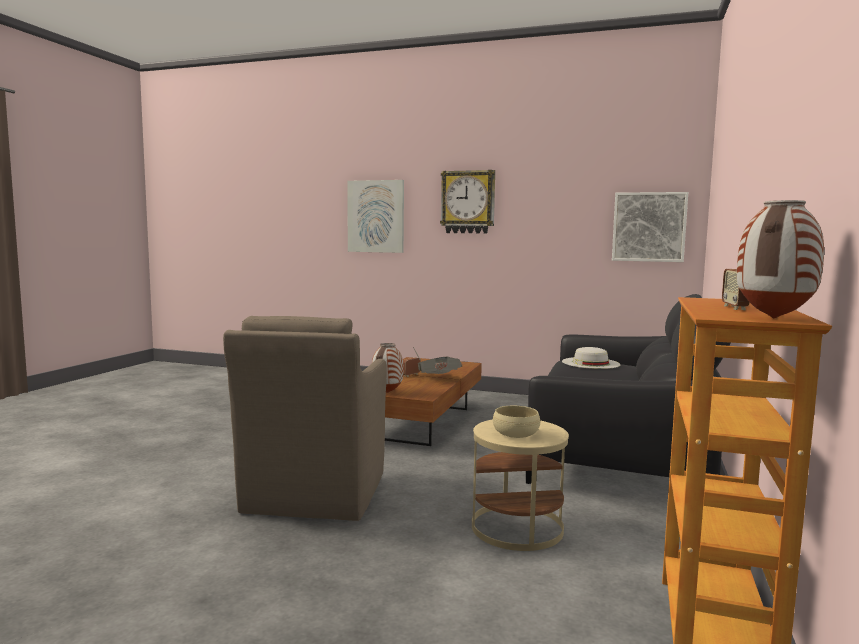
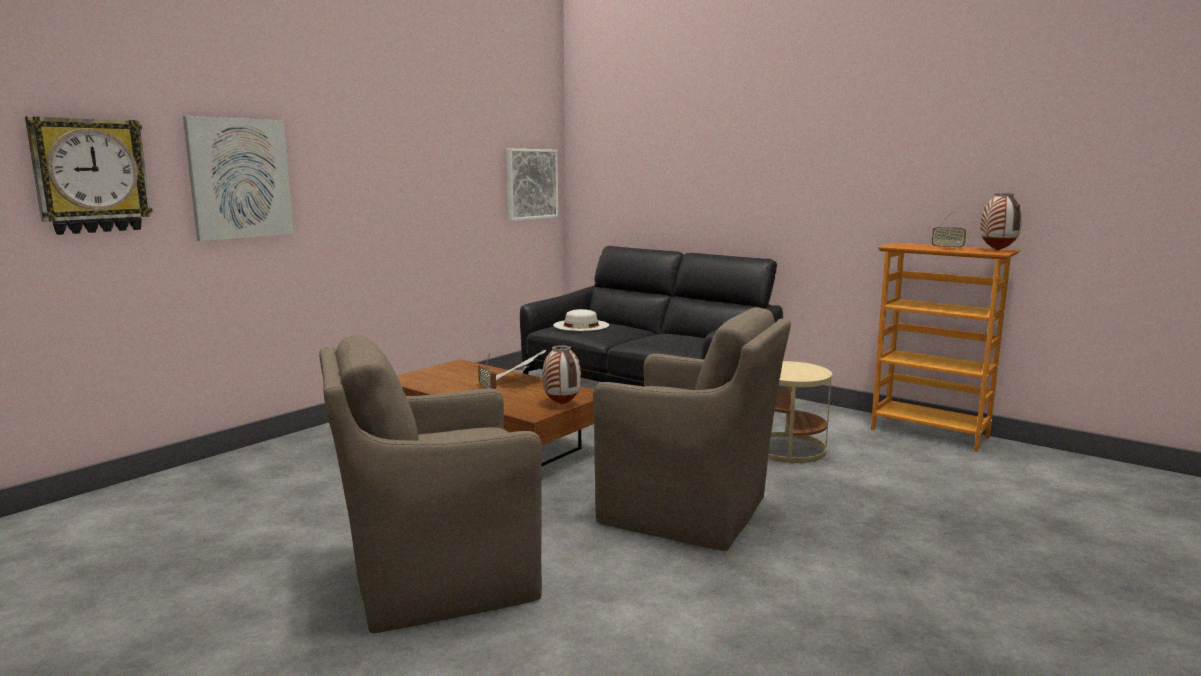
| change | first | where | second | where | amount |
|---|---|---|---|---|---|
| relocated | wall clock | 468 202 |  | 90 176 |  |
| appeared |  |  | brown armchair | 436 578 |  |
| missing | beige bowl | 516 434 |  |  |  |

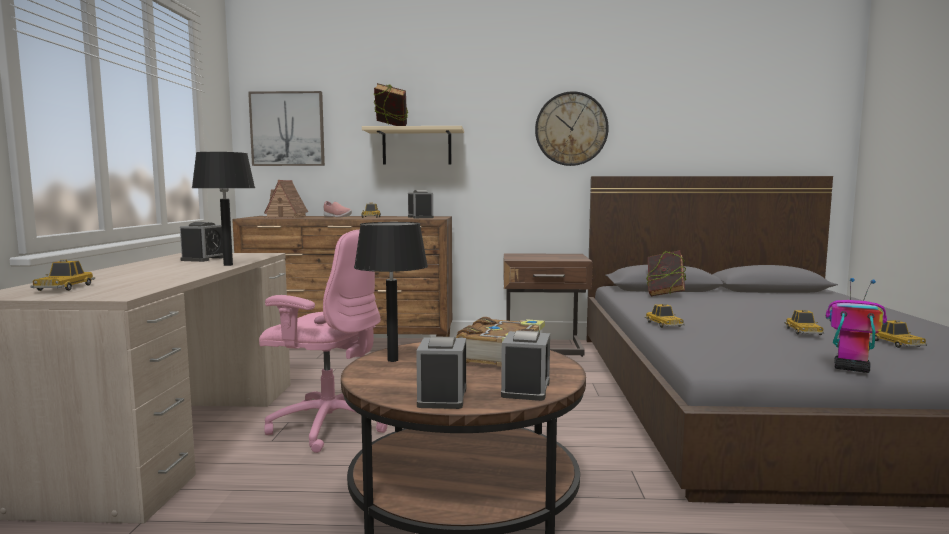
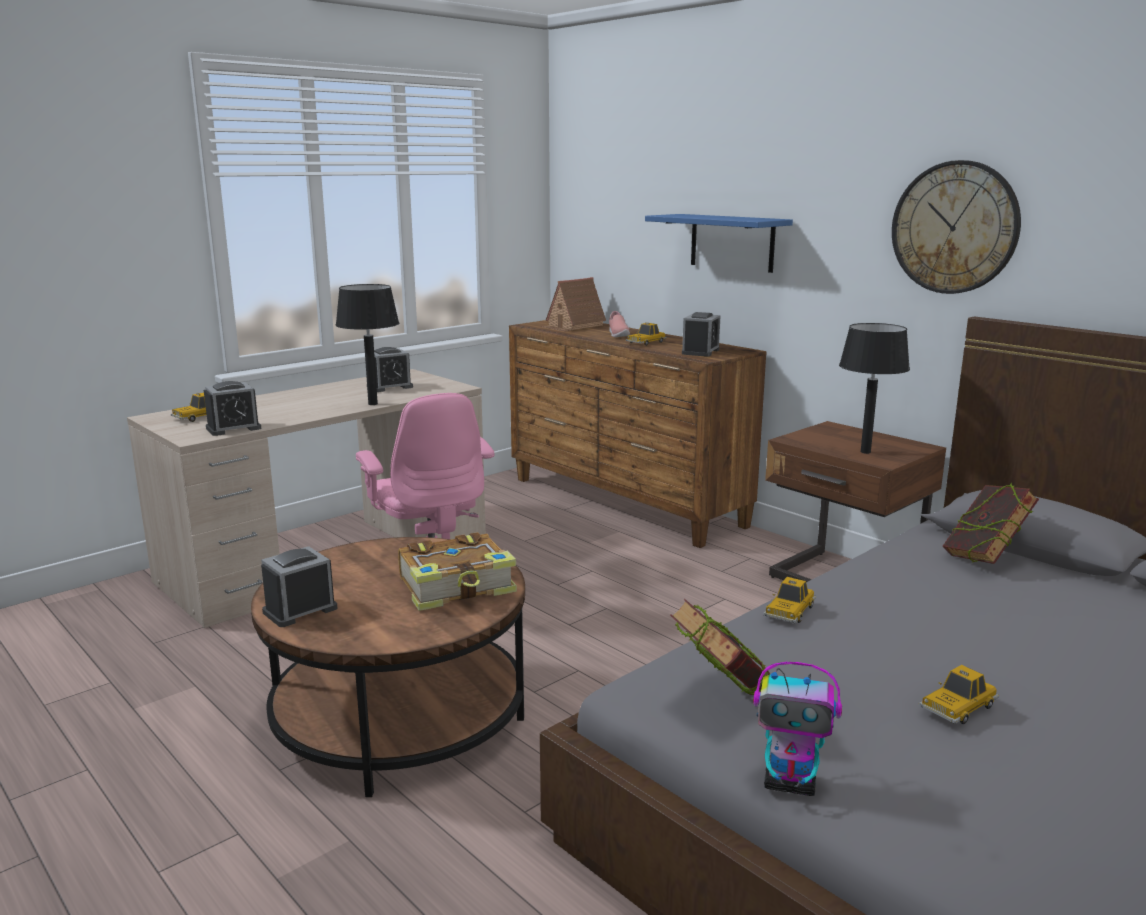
| change | first | where | second | where | amount |
|---|---|---|---|---|---|
| relocated | alarm clock | 526 389 |  | 233 428 |  |
| colour | beige shelf | 417 147 | blue shelf | 732 242 |  |
| relocated | book | 391 127 |  | 722 699 |  |
| spun | toy robot | 850 369 |  | 791 783 | 120 degrees clockwise |
| relocated | black table lamp | 392 360 |  | 865 452 |  |
| missing | picture | 287 129 |  |  |  |
| missing | toy car | 896 343 |  |  |  |

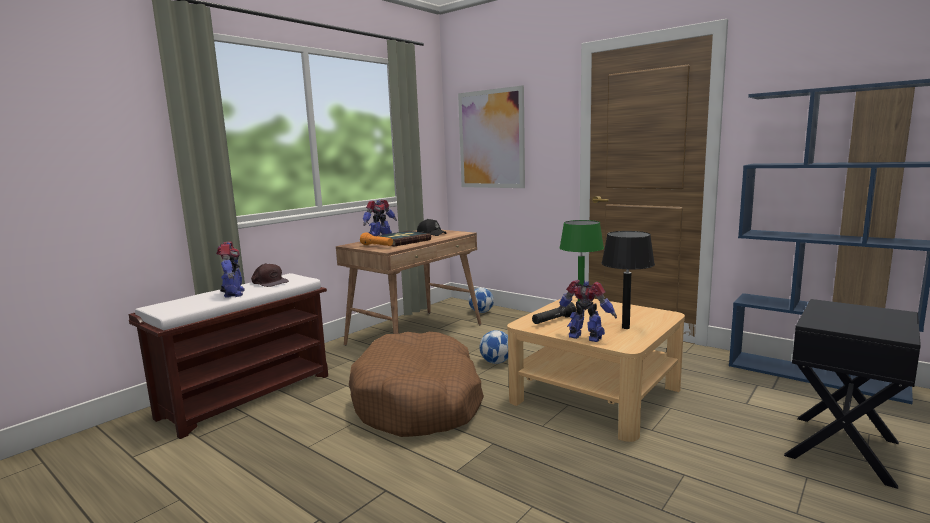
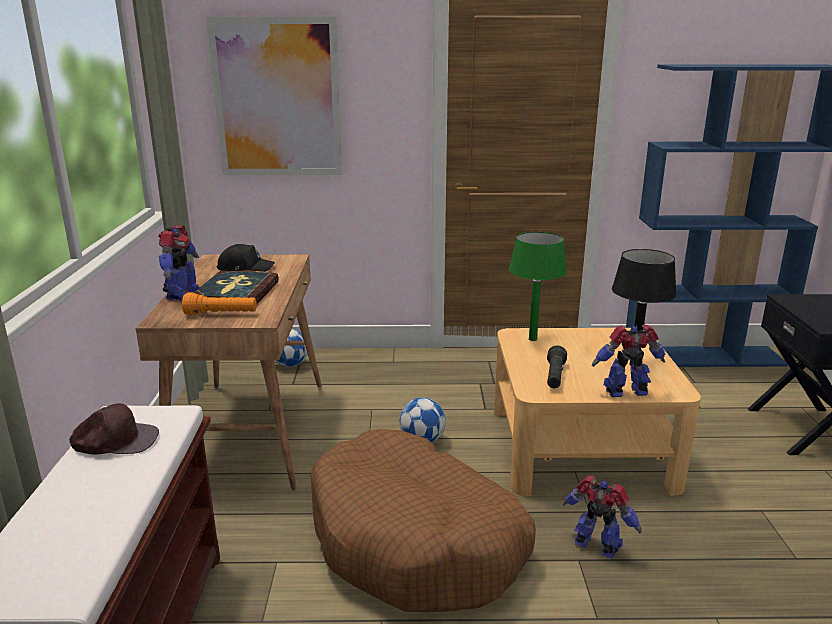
| change | first | where | second | where | amount |
|---|---|---|---|---|---|
| relocated | toy robot | 233 294 |  | 597 547 |  |

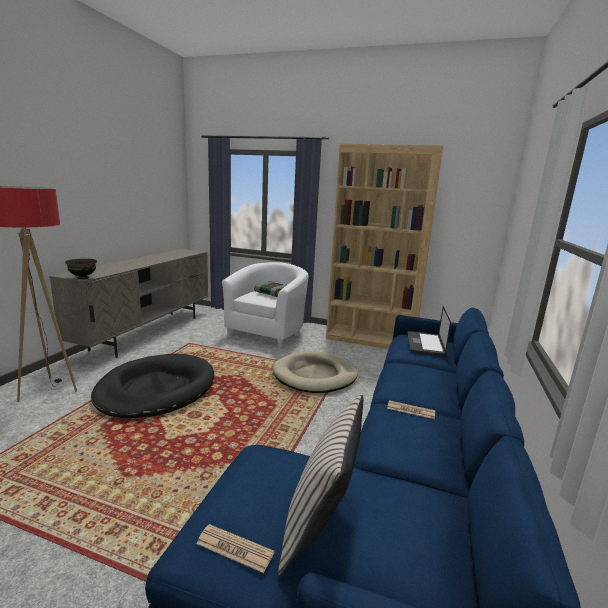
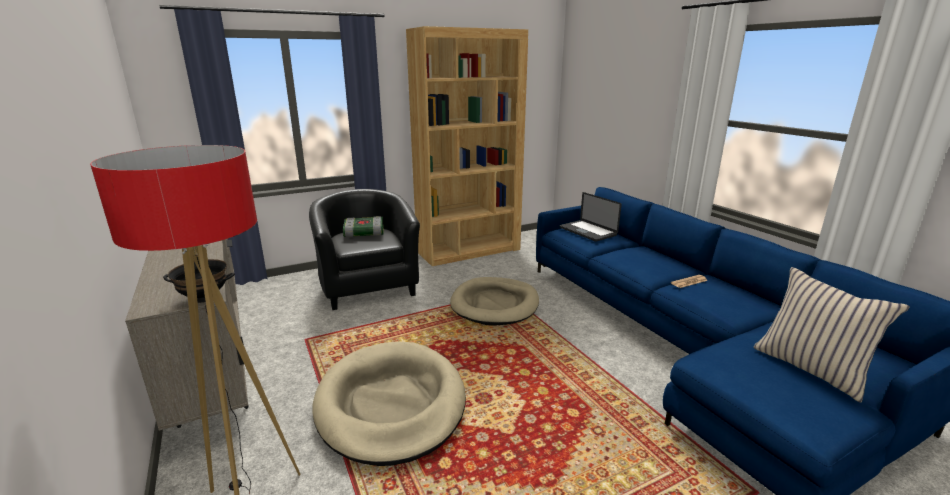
| change | first | where | second | where | amount |
|---|---|---|---|---|---|
| colour | white armchair | 268 333 | black armchair | 368 286 |  |
| colour | black dog bed | 156 389 | beige dog bed | 391 404 |  |
| missing | newspaper | 234 548 |  |  |  |

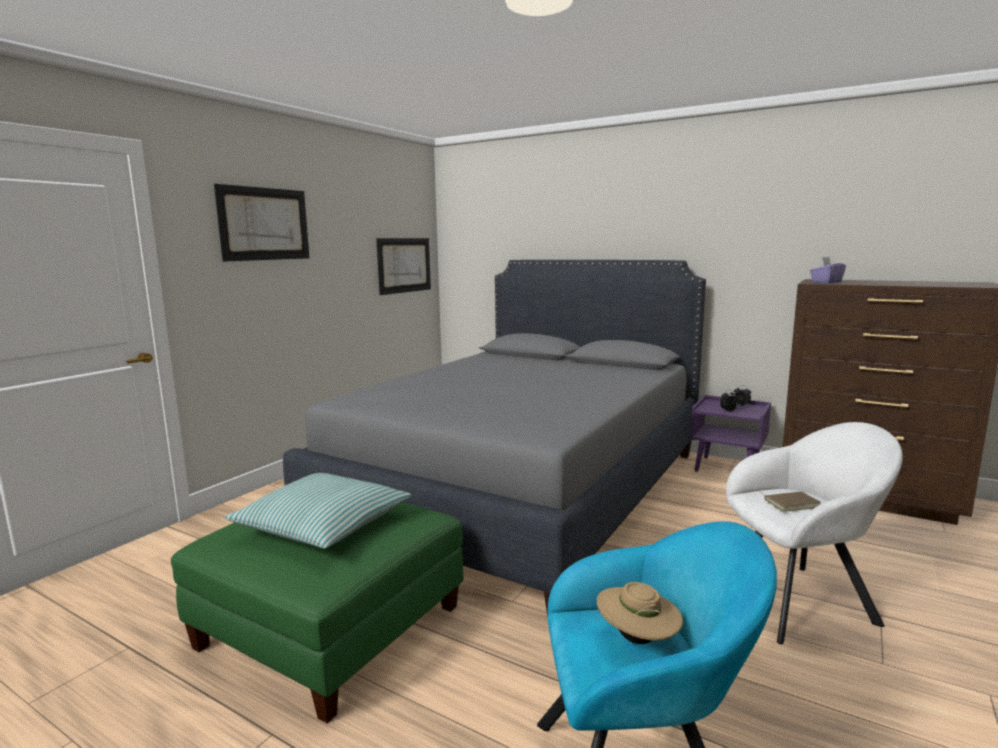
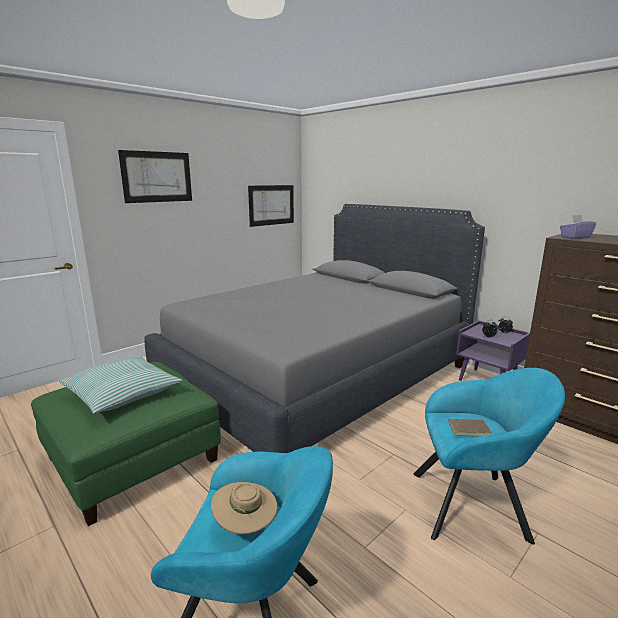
| change | first | where | second | where | amount |
|---|---|---|---|---|---|
| colour | white armchair | 800 600 | turquoise armchair | 474 505 |  |

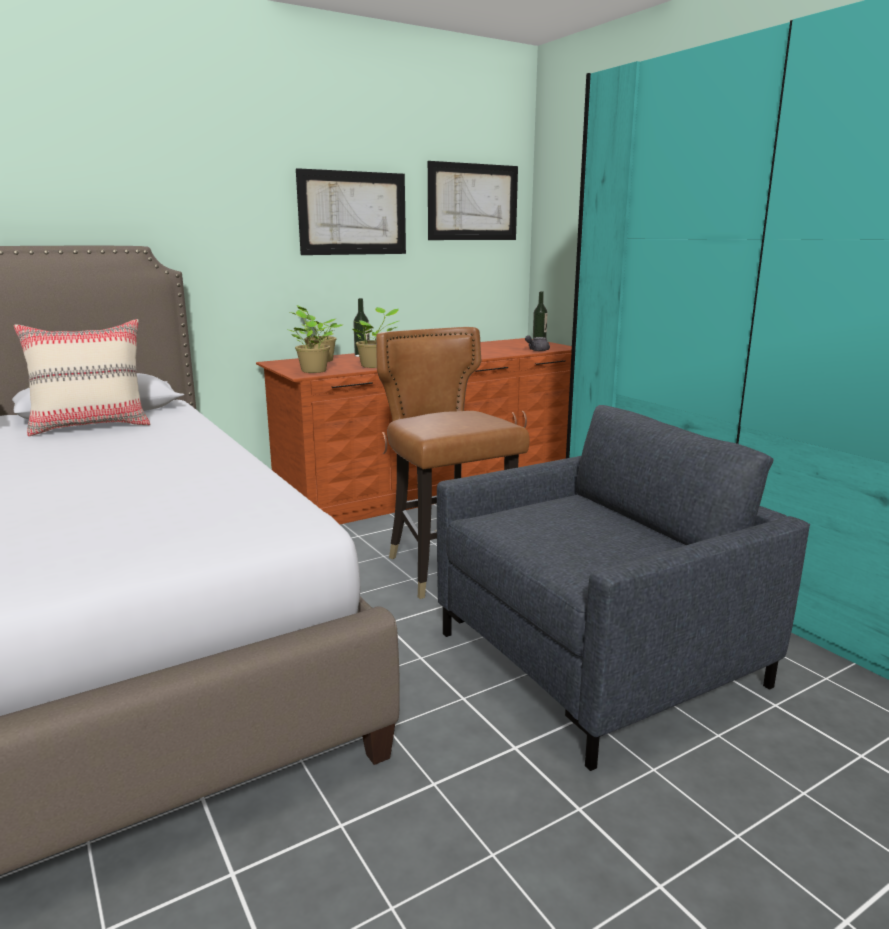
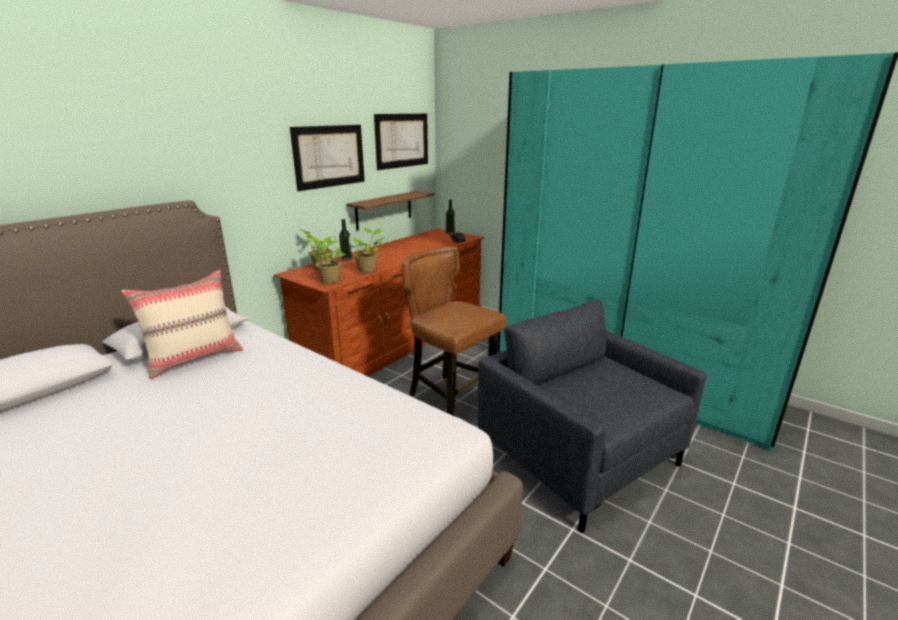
| change | first | where | second | where | amount |
|---|---|---|---|---|---|
| appeared |  |  | shelf | 384 210 |  |
| spun | grey armchair | 598 660 |  | 578 455 | 75 degrees counterclockwise |

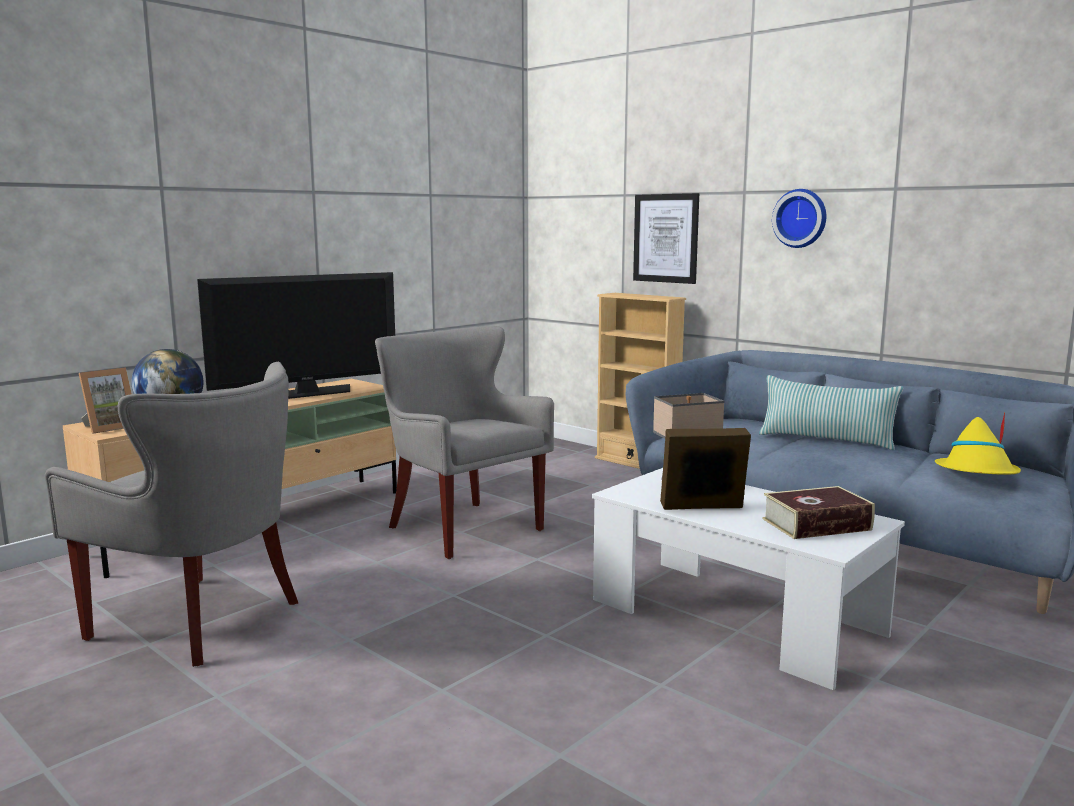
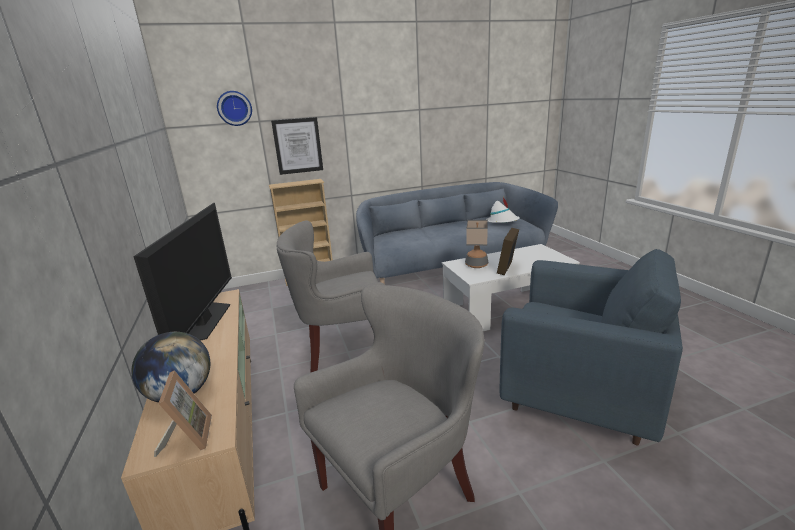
| change | first | where | second | where | amount |
|---|---|---|---|---|---|
| relocated | wall clock | 801 218 |  | 234 108 |  |
| colour | yellow hat | 977 473 | white hat | 502 221 |  |
| appeared |  |  | blue armchair | 577 397 |  |
| missing | pillow | 826 440 |  |  |  |
| missing | book | 816 524 |  |  |  |

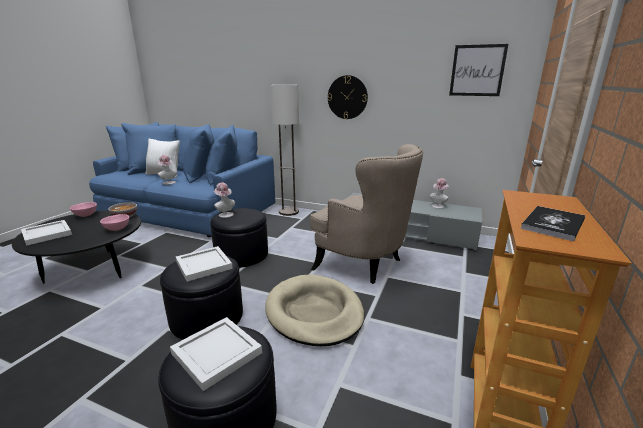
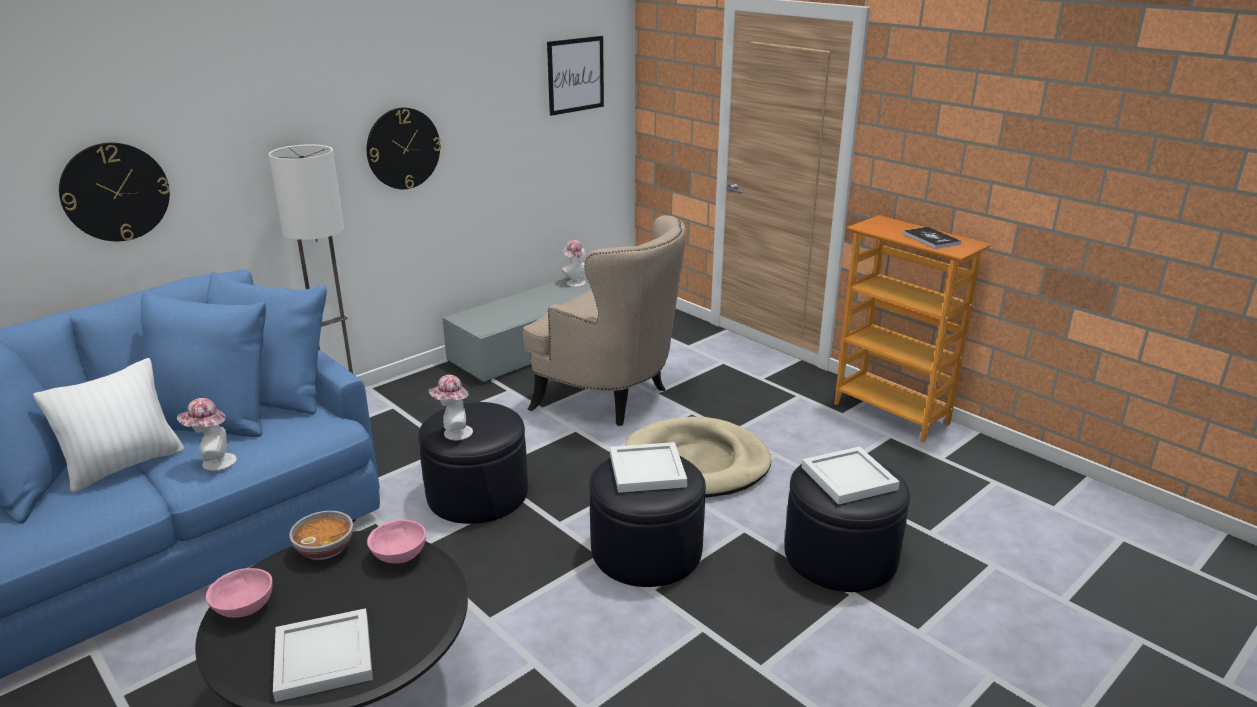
| change | first | where | second | where | amount |
|---|---|---|---|---|---|
| appeared |  |  | wall clock | 115 192 |  |
| spun | beige armchair | 365 263 |  | 611 397 | 60 degrees clockwise |

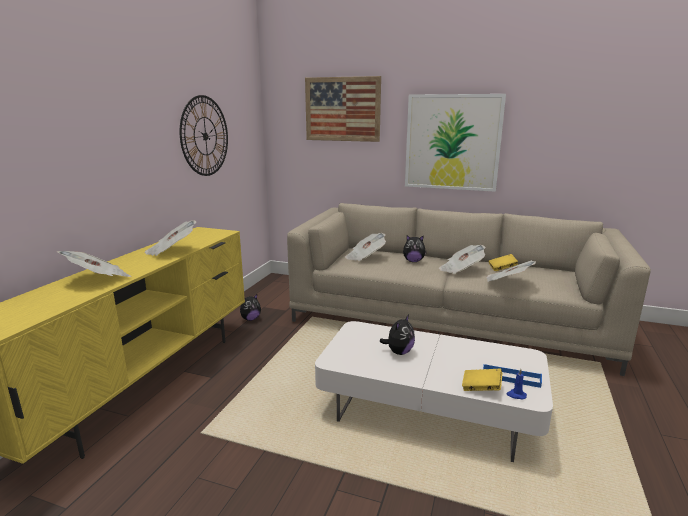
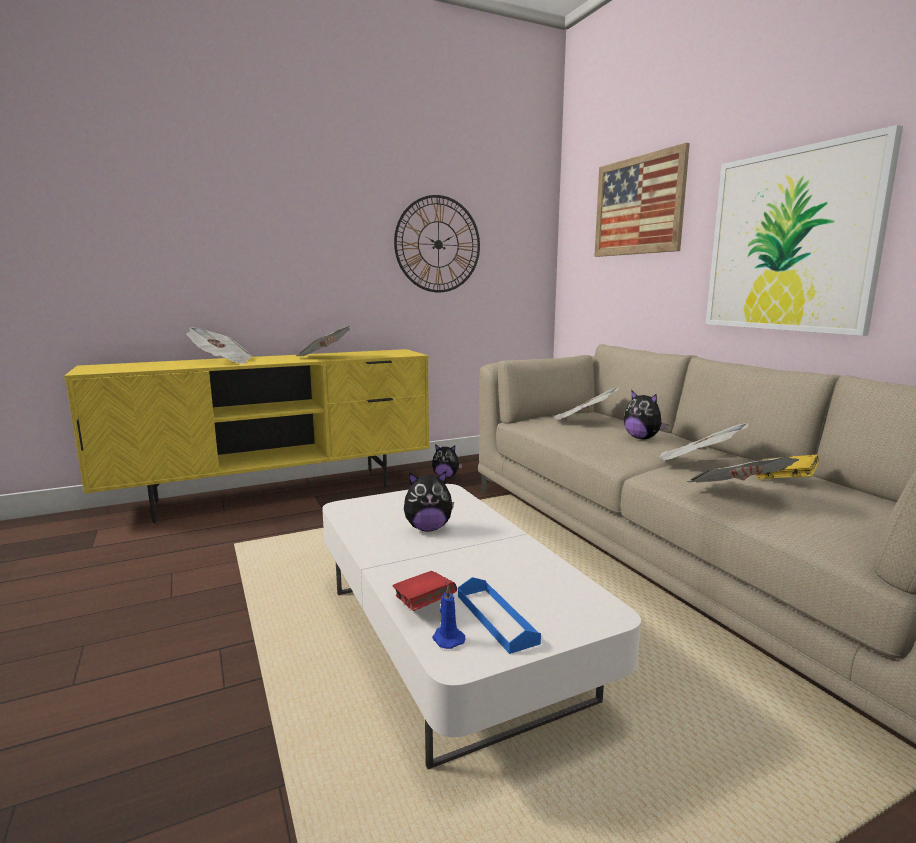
| change | first | where | second | where | amount |
|---|---|---|---|---|---|
| colour | yellow book | 481 388 | red book | 423 606 |  |

